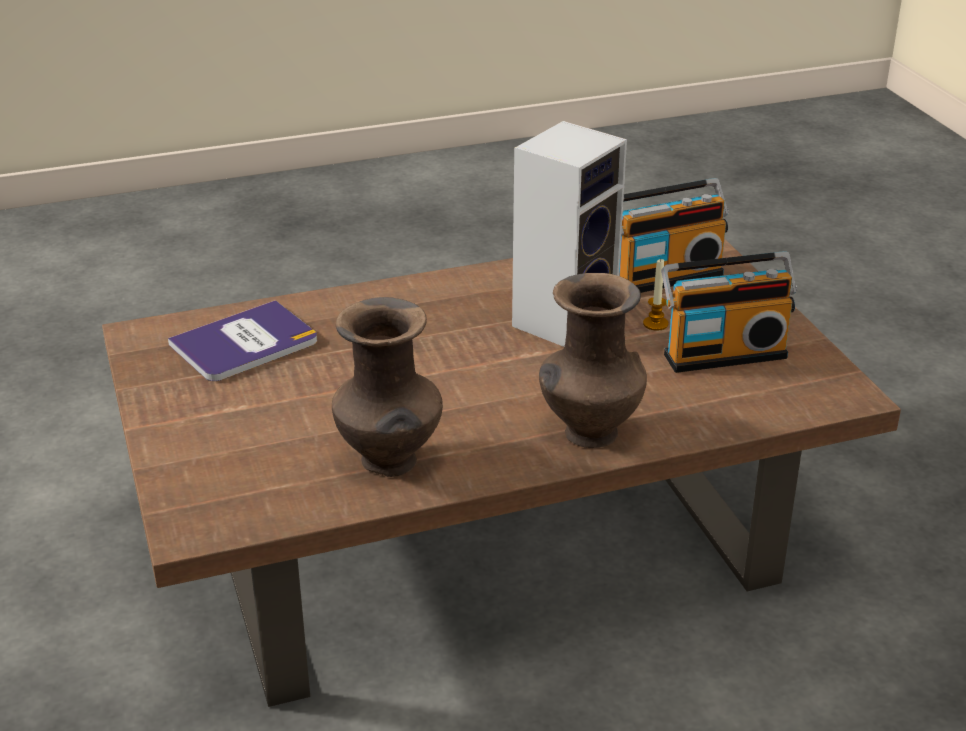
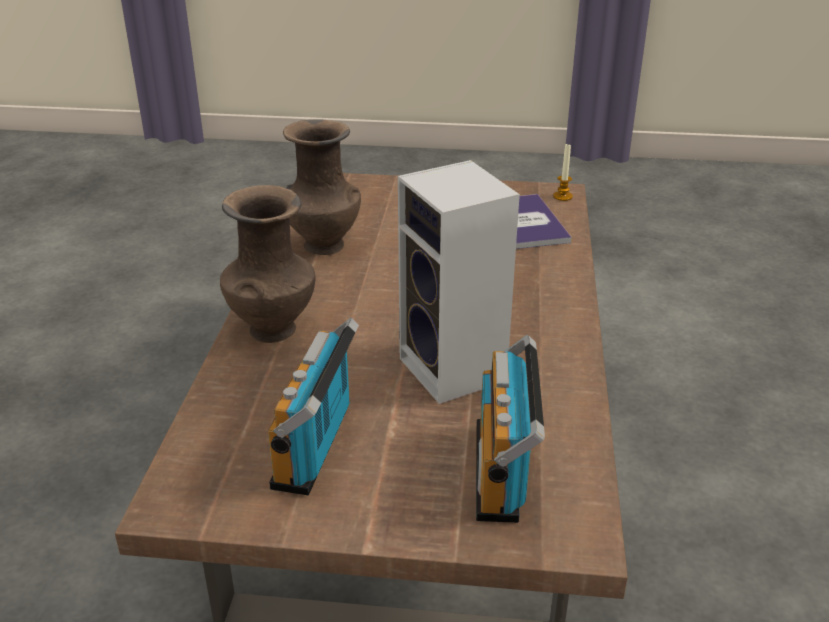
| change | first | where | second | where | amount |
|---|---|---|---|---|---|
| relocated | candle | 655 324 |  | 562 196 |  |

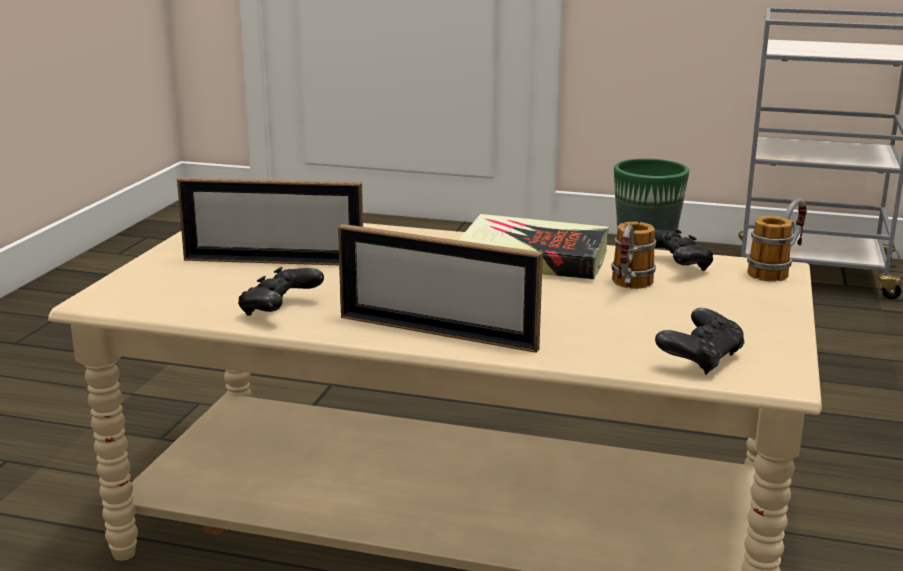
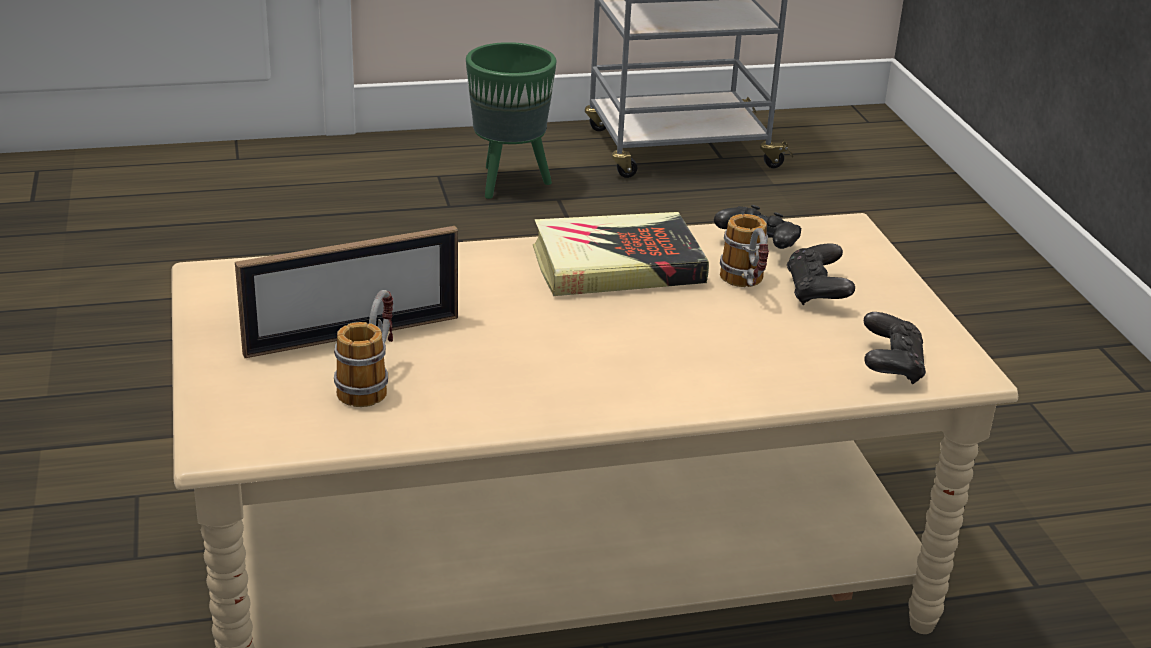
| change | first | where | second | where | amount |
|---|---|---|---|---|---|
| relocated | mug | 777 270 |  | 371 381 |  |
| relocated | black game controller | 280 310 |  | 817 292 |  |
| missing | picture frame | 436 333 |  |  |  |

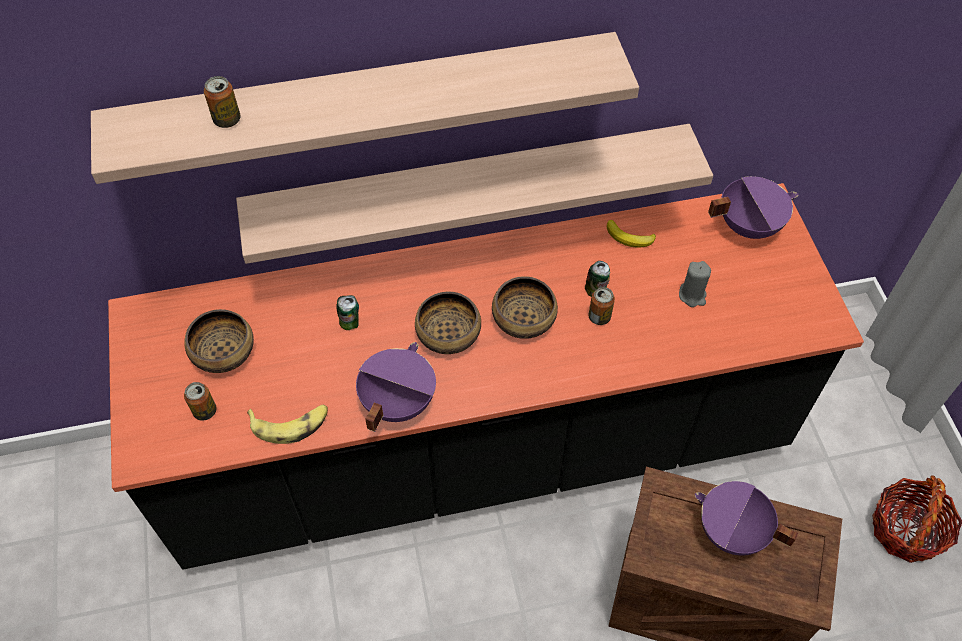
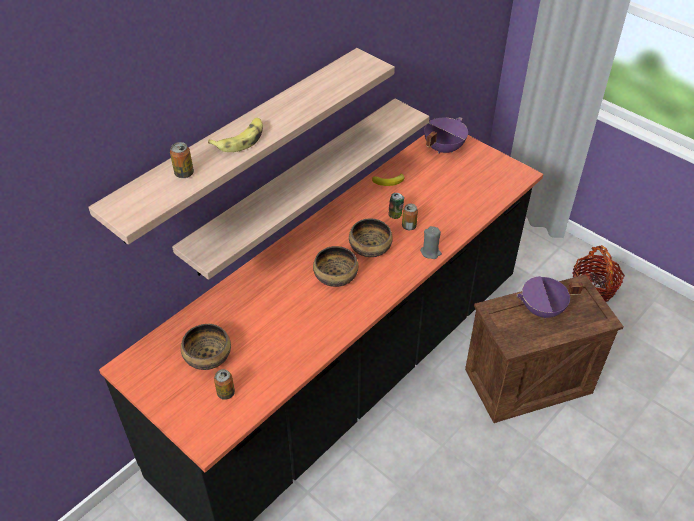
| change | first | where | second | where | amount |
|---|---|---|---|---|---|
| relocated | banana | 291 424 |  | 240 140 |  |
| relocated | grey candle | 692 295 |  | 430 252 |  |
| missing | can | 350 324 |  |  |  |
| missing | purple cooking pot | 396 402 |  |  |  |

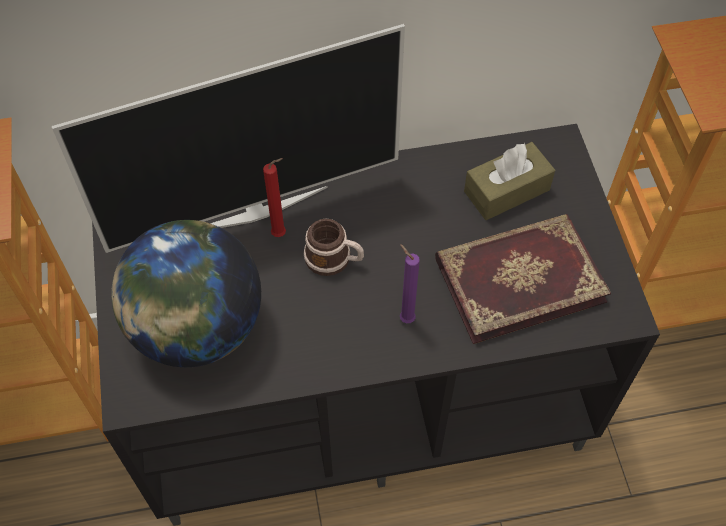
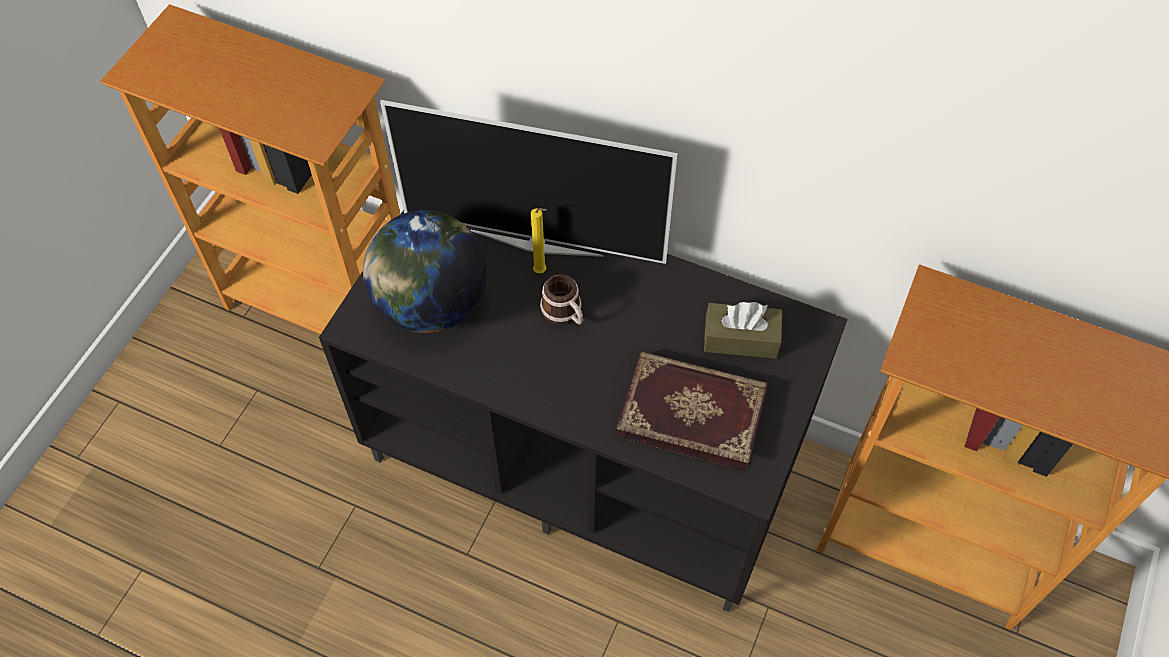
| change | first | where | second | where | amount |
|---|---|---|---|---|---|
| colour | red candle | 281 234 | yellow candle | 541 272 |  |
| missing | purple candle | 405 318 |  |  |  |

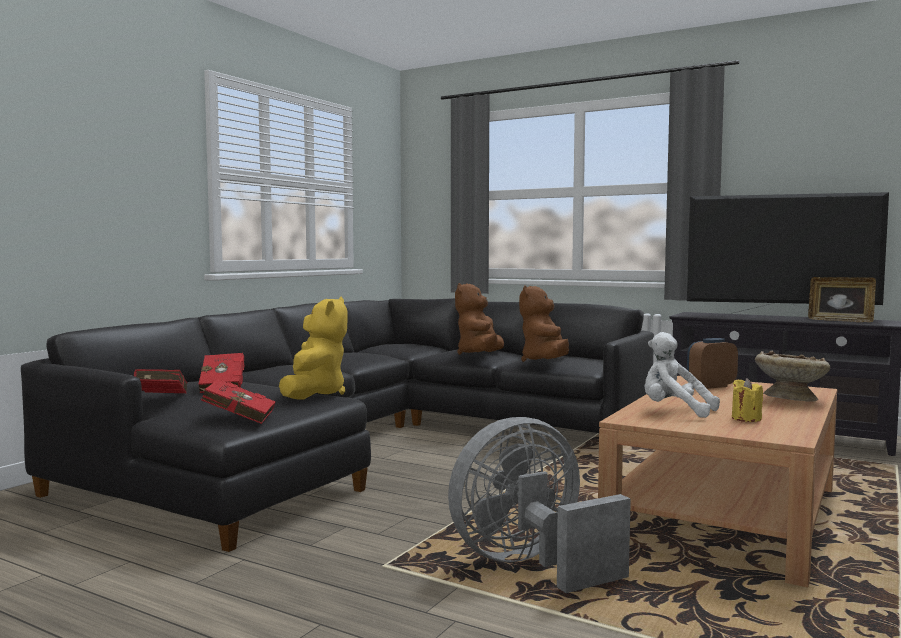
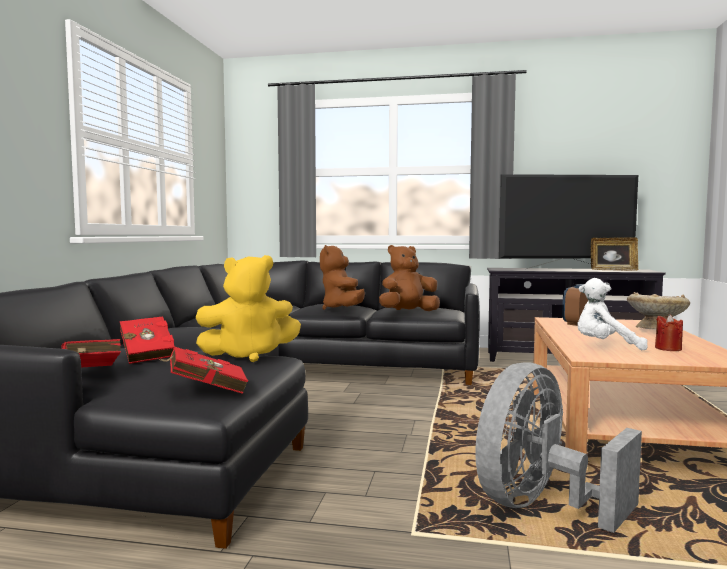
| change | first | where | second | where | amount |
|---|---|---|---|---|---|
| spun | yellow plush toy | 314 394 |  | 249 355 | 90 degrees clockwise |
| spun | brown plush toy | 545 362 |  | 407 312 | 75 degrees clockwise |
| colour | yellow candle | 746 419 | red candle | 668 348 |  |

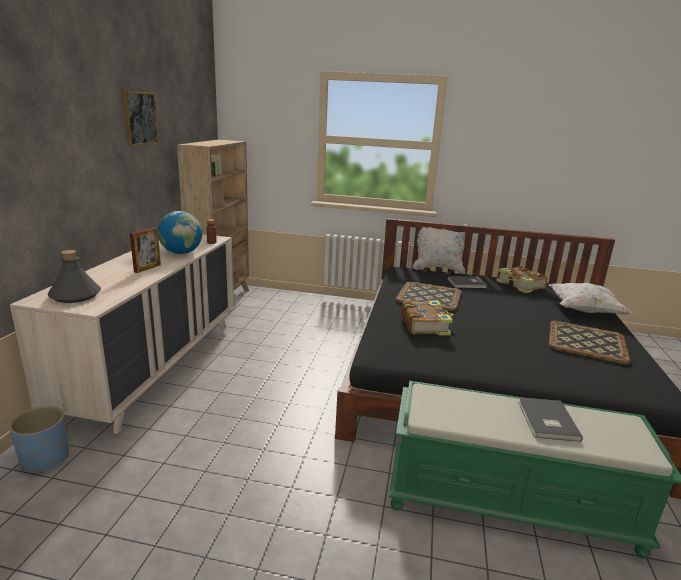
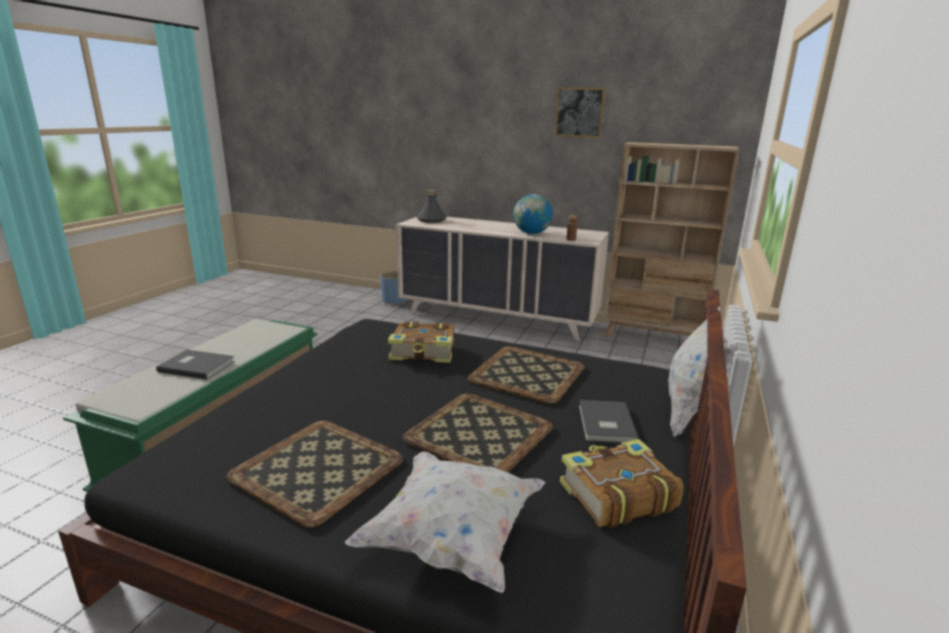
| change | first | where | second | where | amount |
|---|---|---|---|---|---|
| appeared |  |  | tray | 479 432 |  |
| missing | picture frame | 147 268 |  |  |  |

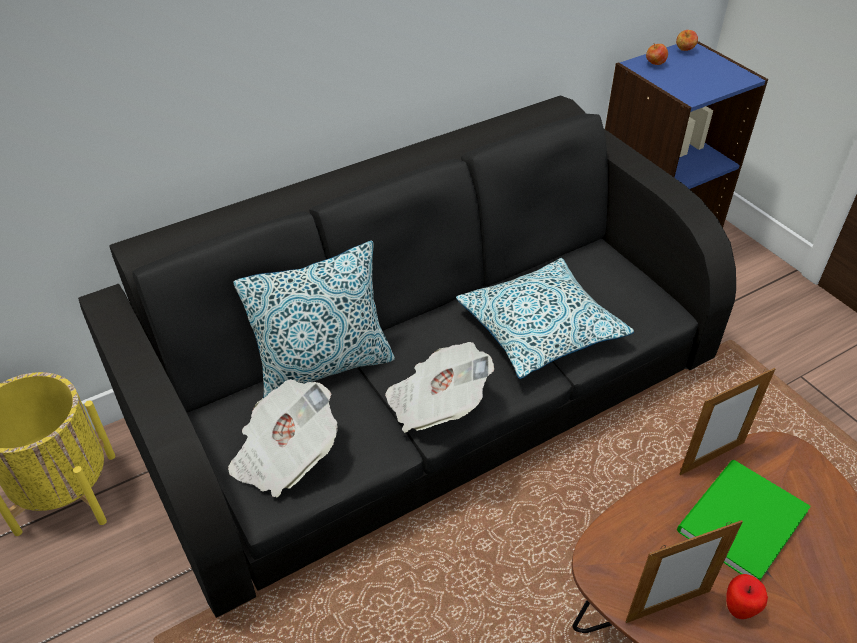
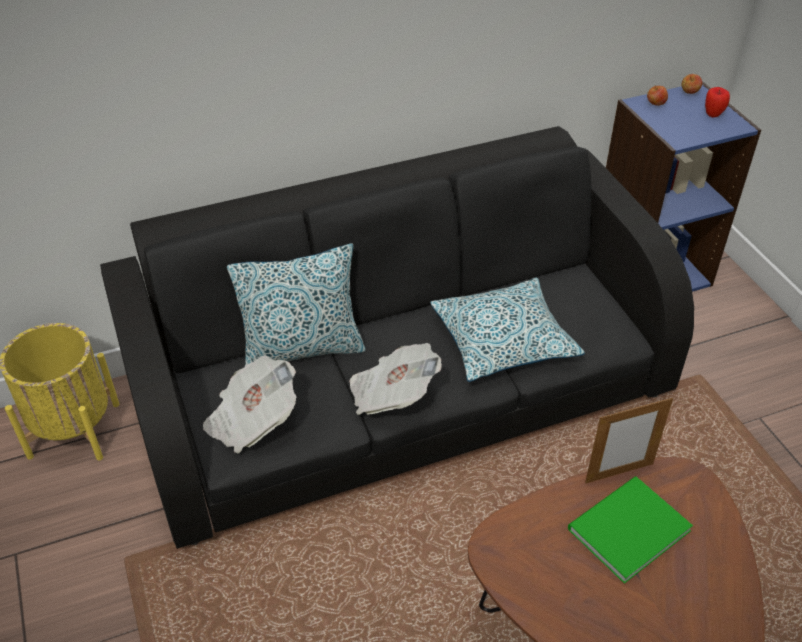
| change | first | where | second | where | amount |
|---|---|---|---|---|---|
| relocated | apple | 738 609 |  | 713 114 |  |
| missing | picture frame | 668 606 |  |  |  |

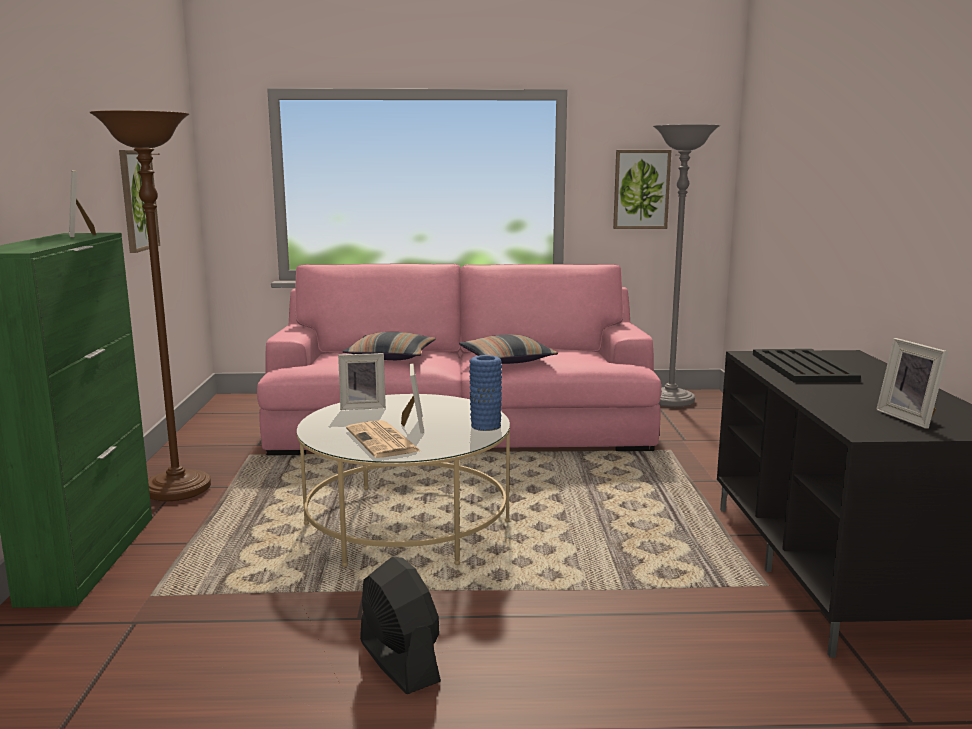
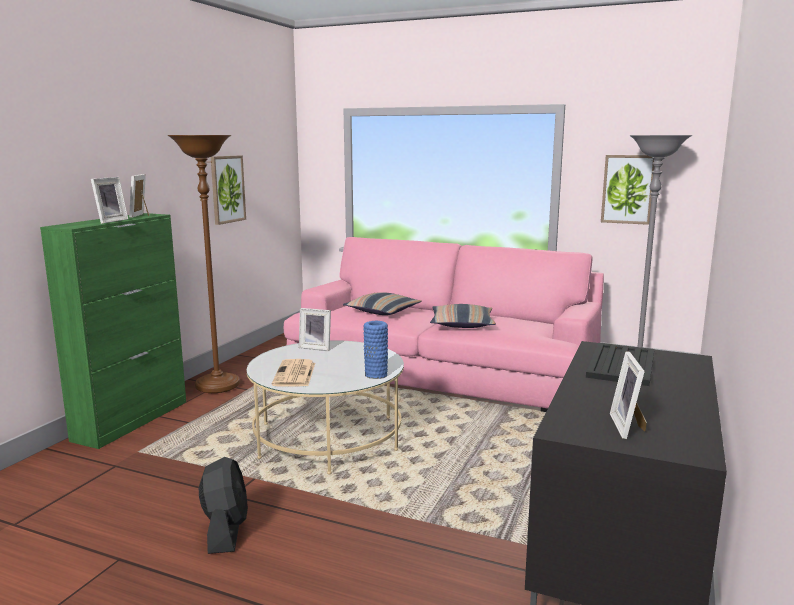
| change | first | where | second | where | amount |
|---|---|---|---|---|---|
| relocated | picture frame | 412 426 |  | 109 221 |  |

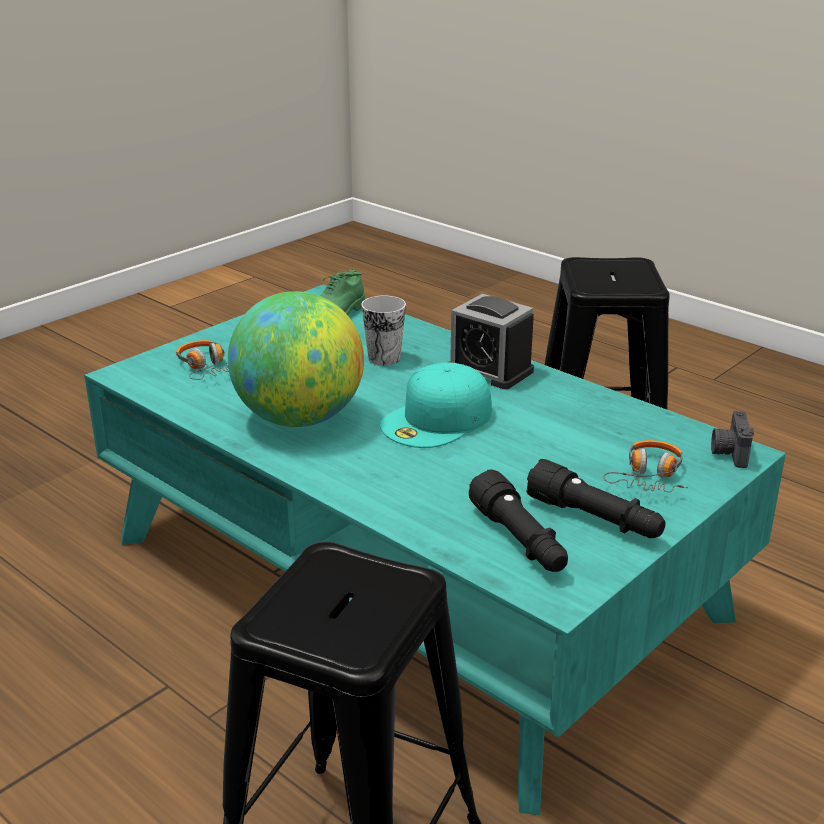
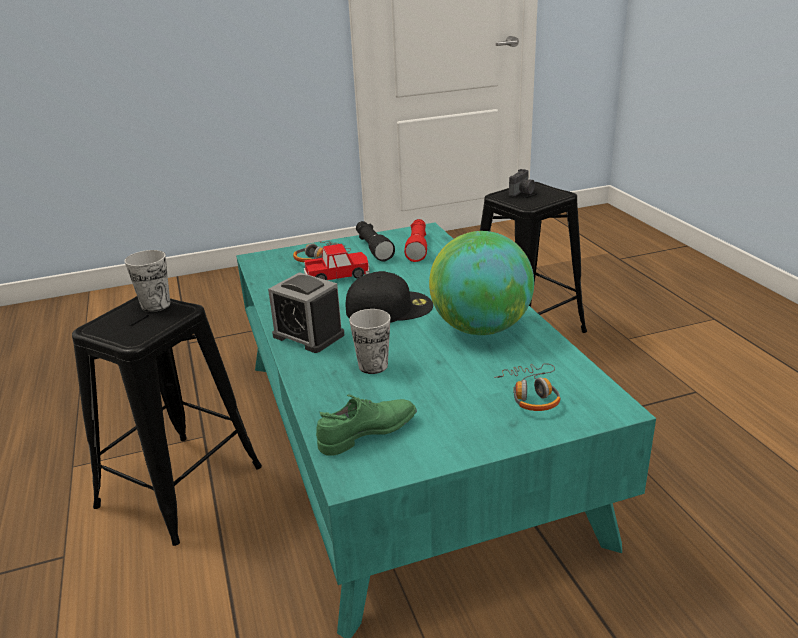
| change | first | where | second | where | amount |
|---|---|---|---|---|---|
| appeared |  |  | cup | 156 305 |  |
| spun | alarm clock | 490 370 |  | 308 335 | 150 degrees clockwise |
| appeared |  |  | toy car | 337 275 |  |
| colour | turquoise cap | 437 420 | black cap | 390 307 |  |
| colour | black flashlight | 519 541 | red flashlight | 417 247 |  |
| relocated | photo camera | 729 453 |  | 522 192 |  |

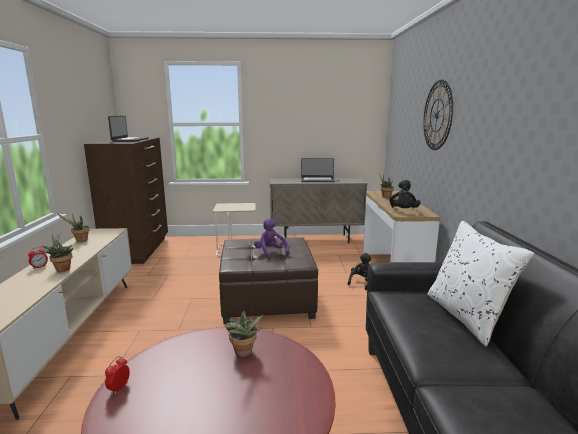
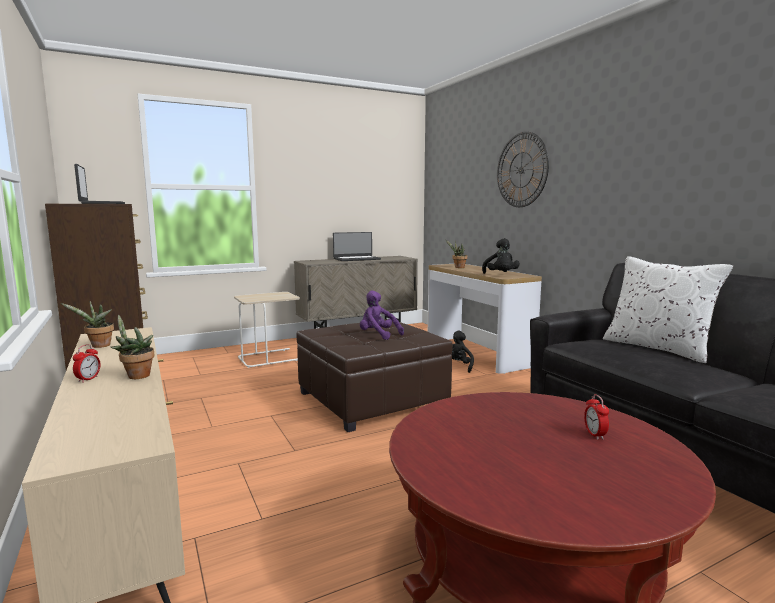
| change | first | where | second | where | amount |
|---|---|---|---|---|---|
| relocated | alarm clock | 119 388 |  | 595 435 |  |
| missing | potted plant | 243 353 |  |  |  |

